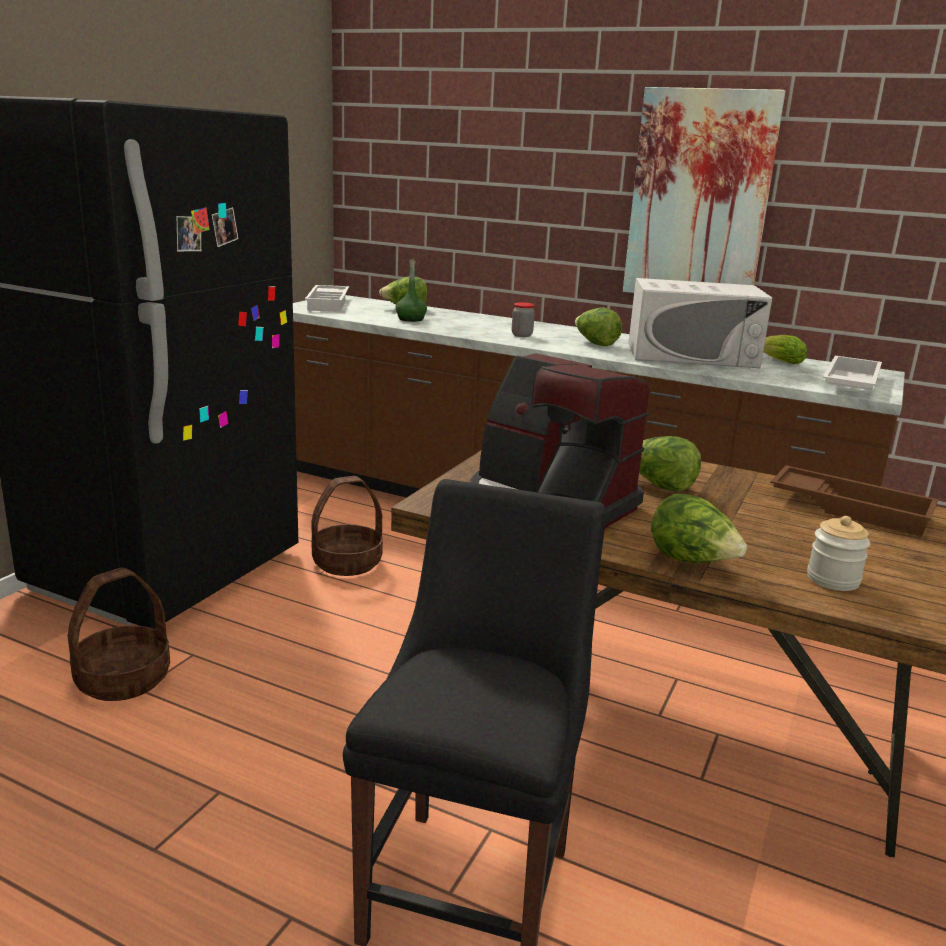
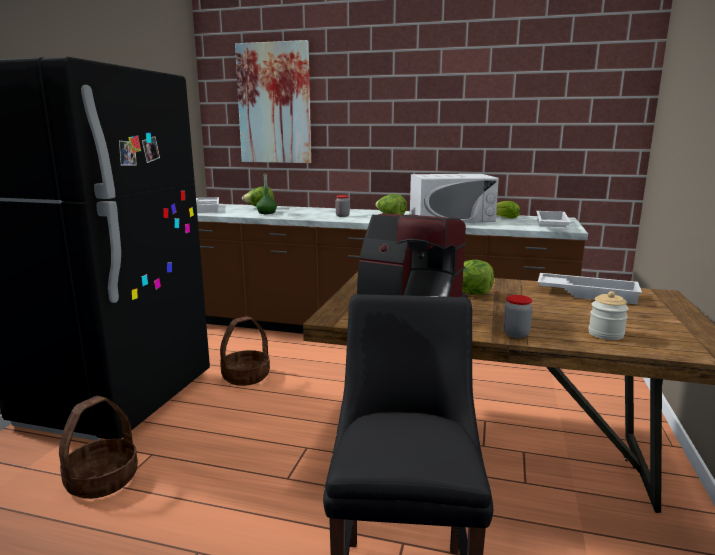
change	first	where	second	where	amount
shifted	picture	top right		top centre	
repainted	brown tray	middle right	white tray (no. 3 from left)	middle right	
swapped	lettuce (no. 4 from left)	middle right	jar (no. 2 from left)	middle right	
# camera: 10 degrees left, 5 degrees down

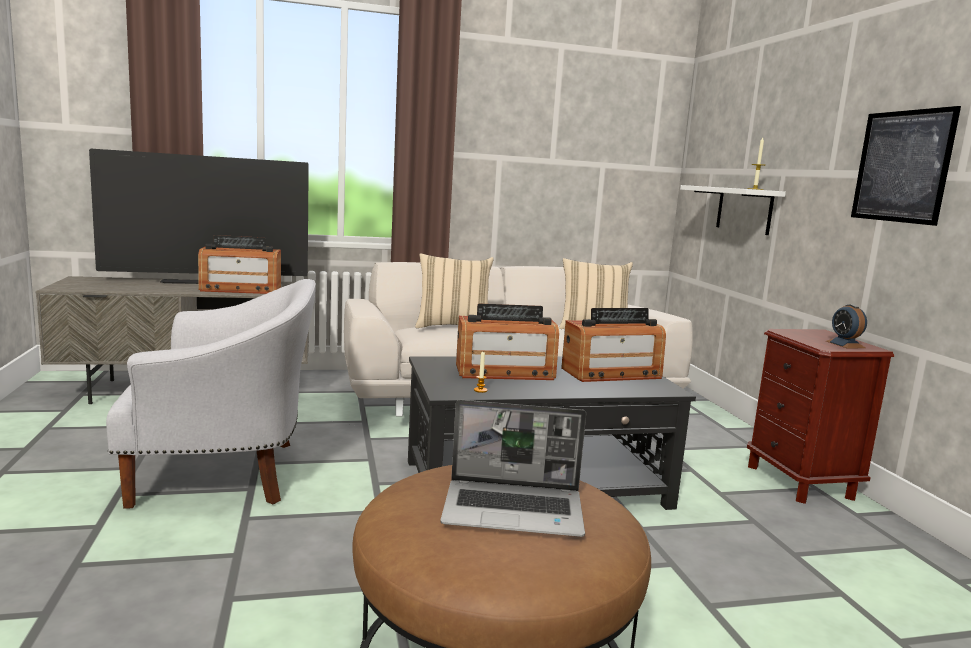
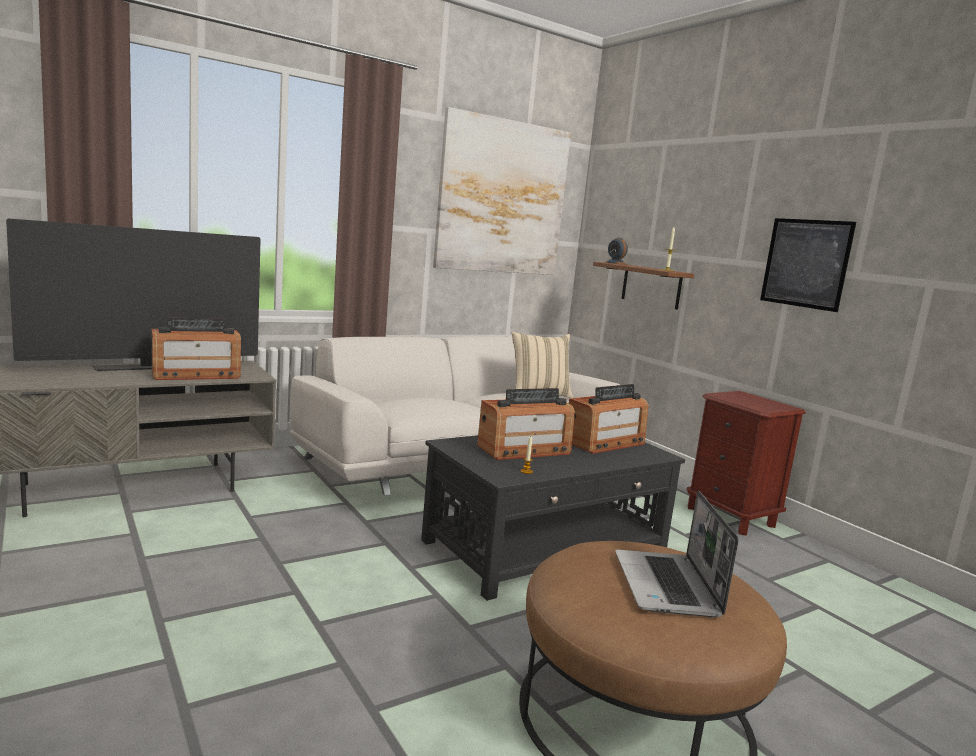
change	first	where	second	where	amount
repainted	white shelf	top right	brown shelf	centre	
gone	beige pillow (no. 1 from left)	centre			
gone	white armchair	middle left			
shifted	alarm clock	middle right		top centre	
rotated	laptop	bottom centre		bottom right	105 degrees clockwise
new			picture (no. 1 from left)	top centre	
# camera: 20 degrees left, 0 degrees up

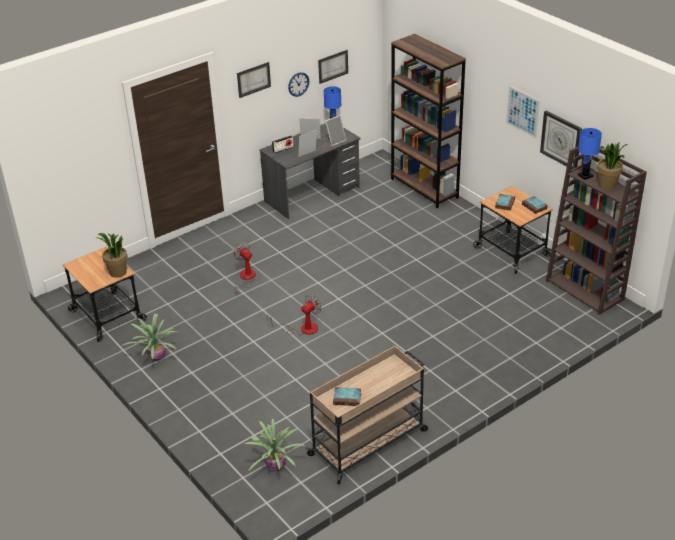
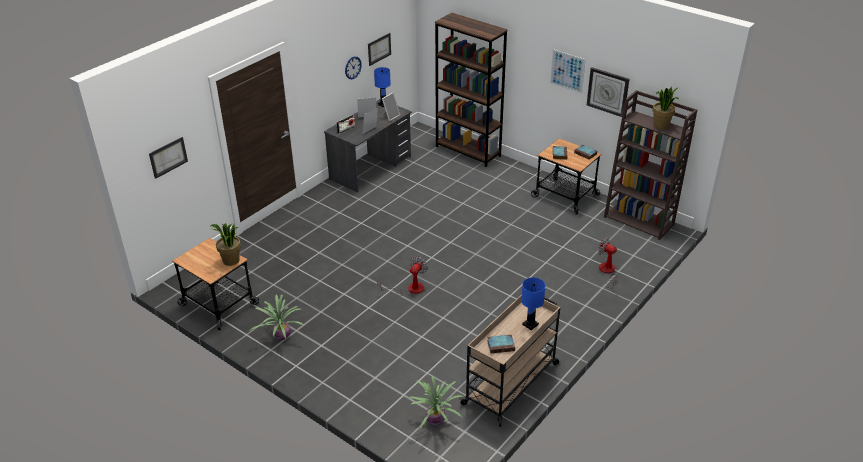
change	first	where	second	where	amount
shifted	picture (no. 1 from left)	top centre		middle left	
shifted	blue table lamp (no. 2 from left)	top right		centre	
shifted	fan (no. 1 from left in the first image)	centre	fan (no. 2 from left)	middle right	
# camera: 15 degrees left, 0 degrees up

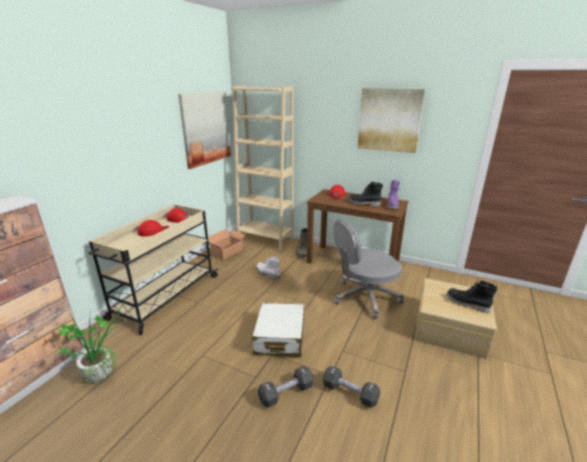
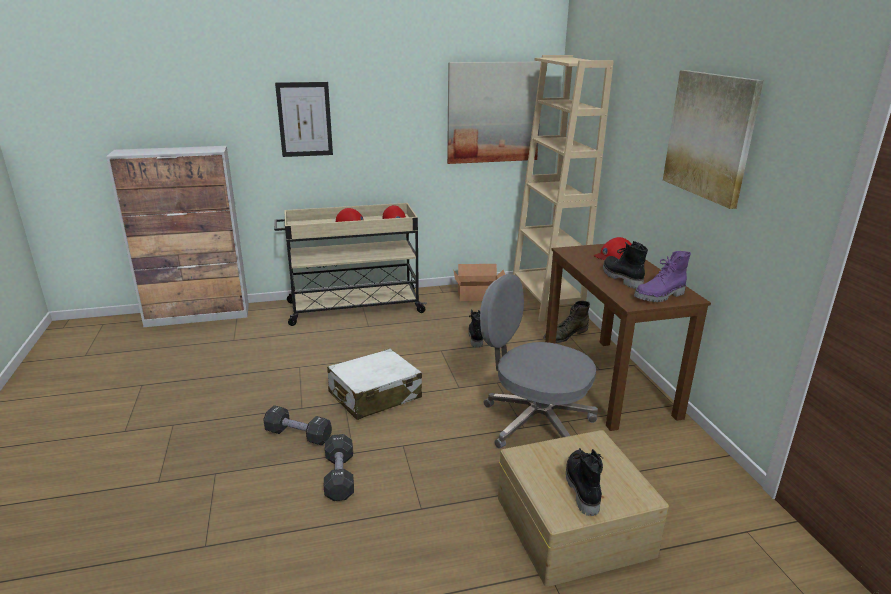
change	first	where	second	where	amount
repainted	white boot	centre	black boot (no. 1 from left)	centre	
gone	potted plant	bottom left			
new			picture (no. 1 from left)	top centre	
# camera: 50 degrees right, 0 degrees up

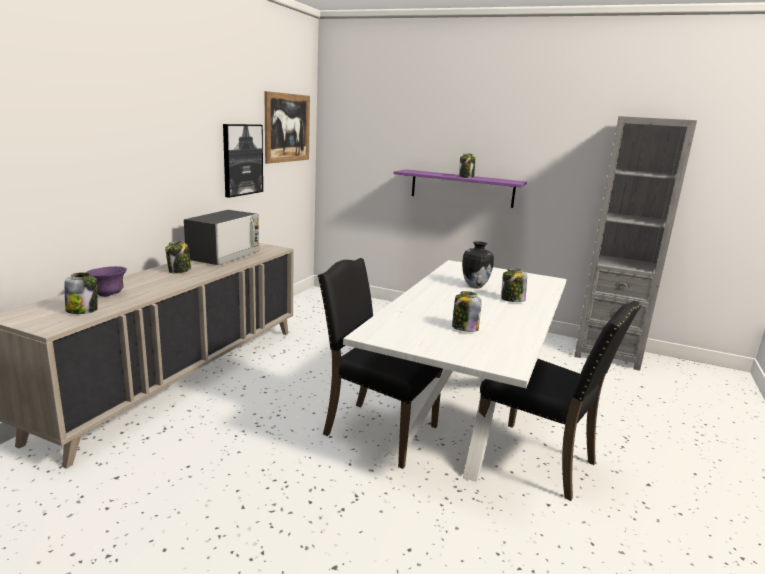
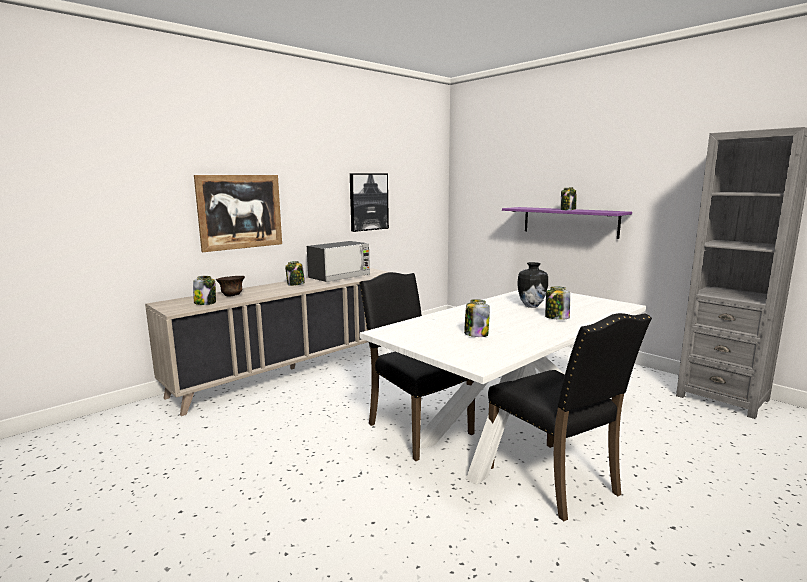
change	first	where	second	where	amount
shifted	picture (no. 2 from left in the first image)	top centre	picture (no. 1 from left)	middle left	
repainted	purple bowl	middle left	brown bowl	middle left	
# camera: 25 degrees right, 5 degrees down

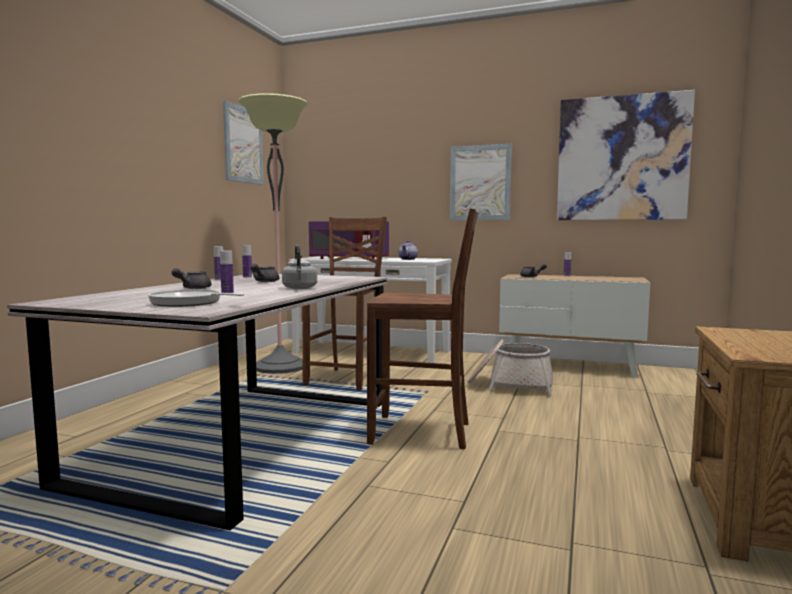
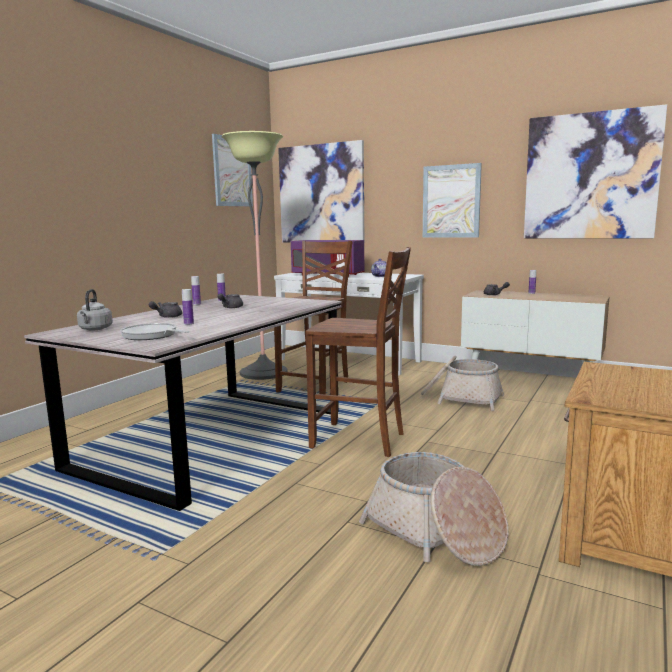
change	first	where	second	where	amount
shifted	grey kettle	centre		middle left	
new			picture (no. 2 from left)	top centre	
new			basket (no. 1 from left)	bottom centre	
# camera: 10 degrees right, 5 degrees up

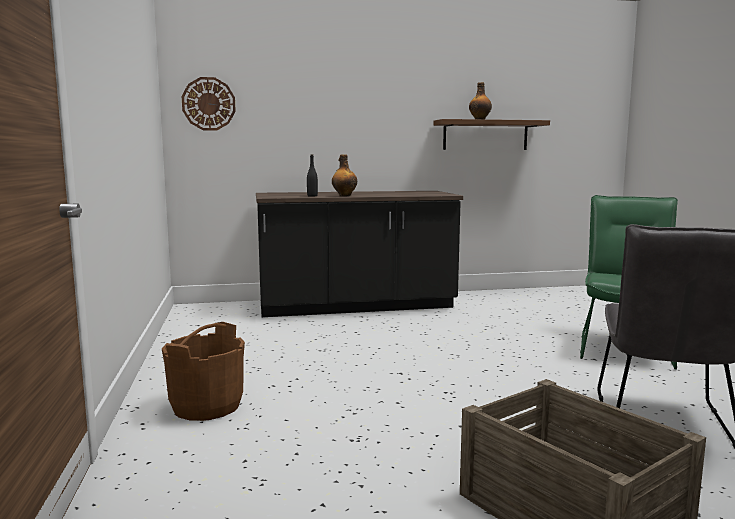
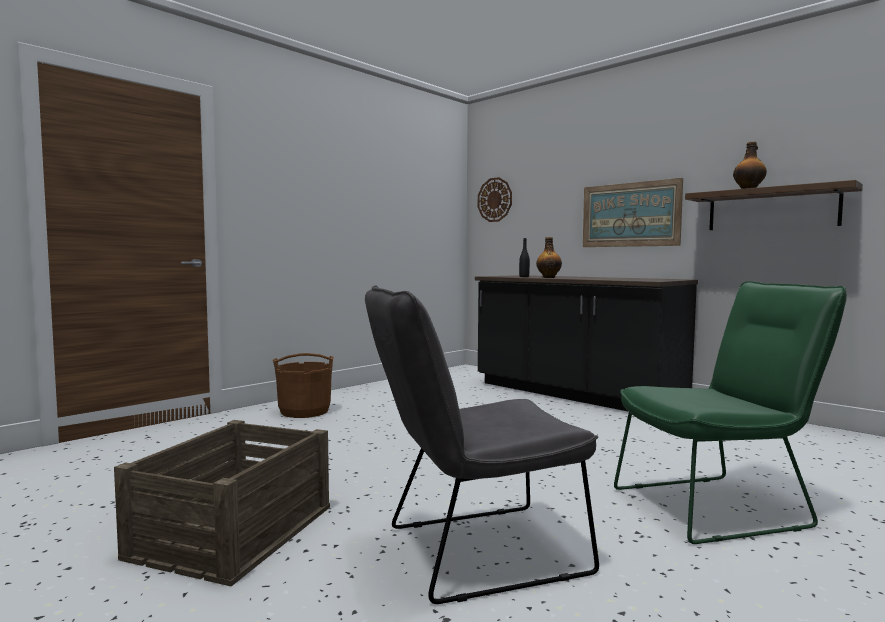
change	first	where	second	where	amount
new			picture	middle right	
# camera: 55 degrees right, 5 degrees down

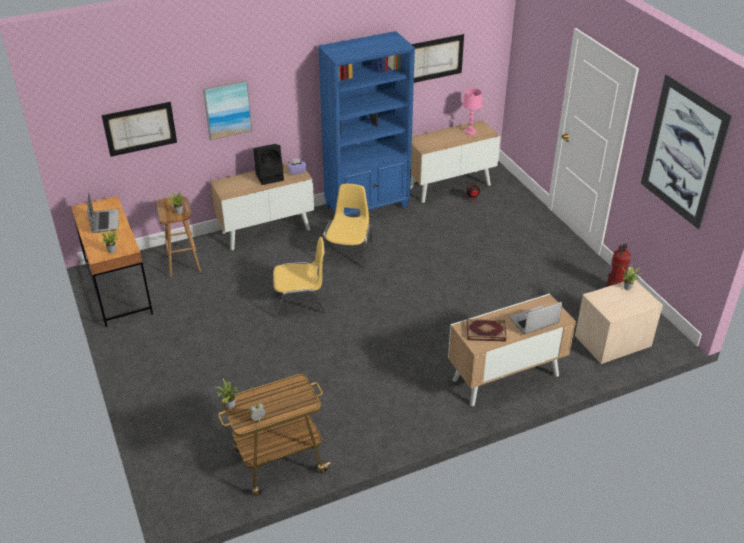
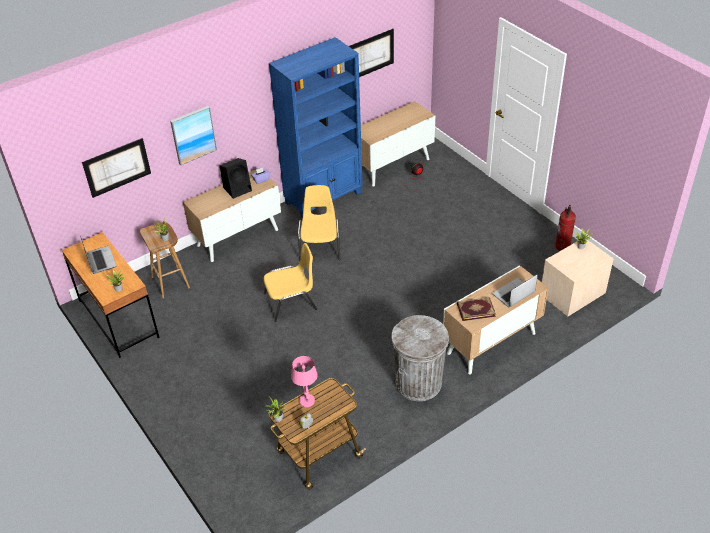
change	first	where	second	where	amount
gone	picture (no. 4 from left)	top right			
shifted	pink table lamp	top centre		bottom centre	
new			grey trash can	bottom centre	
# camera: 10 degrees left, 5 degrees up

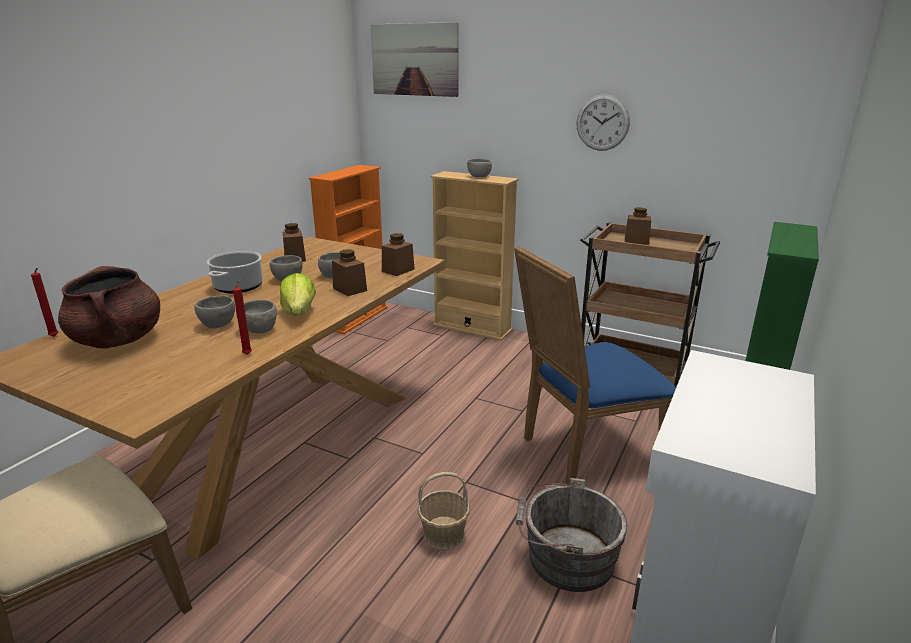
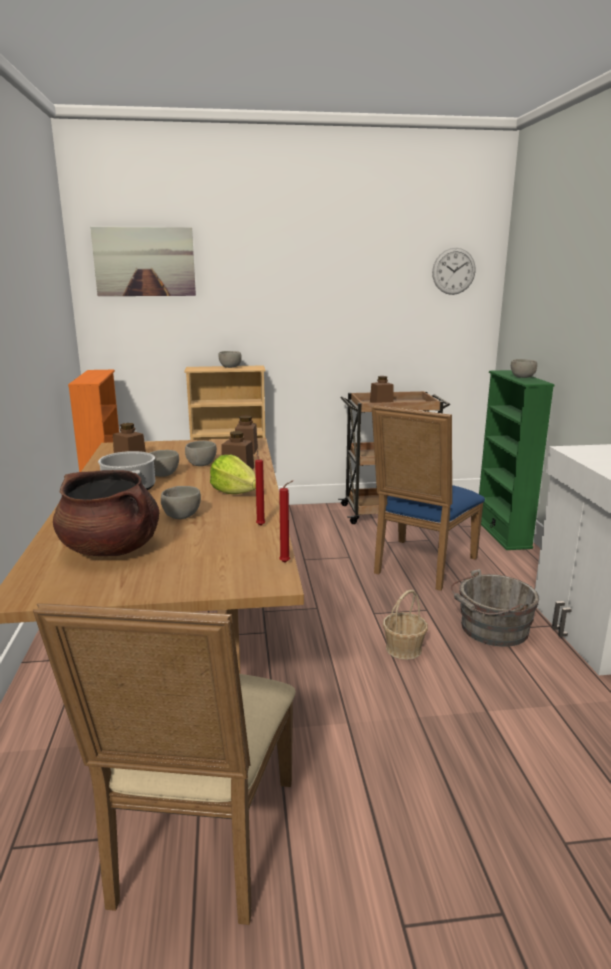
change	first	where	second	where	amount
shifted	wall clock	top centre		top right	
shifted	red candle (no. 1 from left in the first image)	middle left	red candle (no. 2 from left)	centre	
shifted	grey bowl (no. 2 from left in the first image)	middle left	grey bowl (no. 5 from left)	middle right	
# camera: 35 degrees left, 5 degrees down

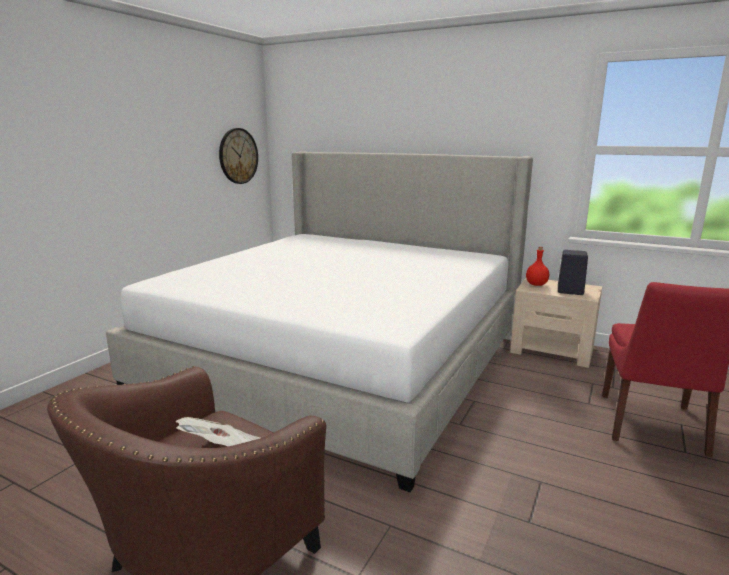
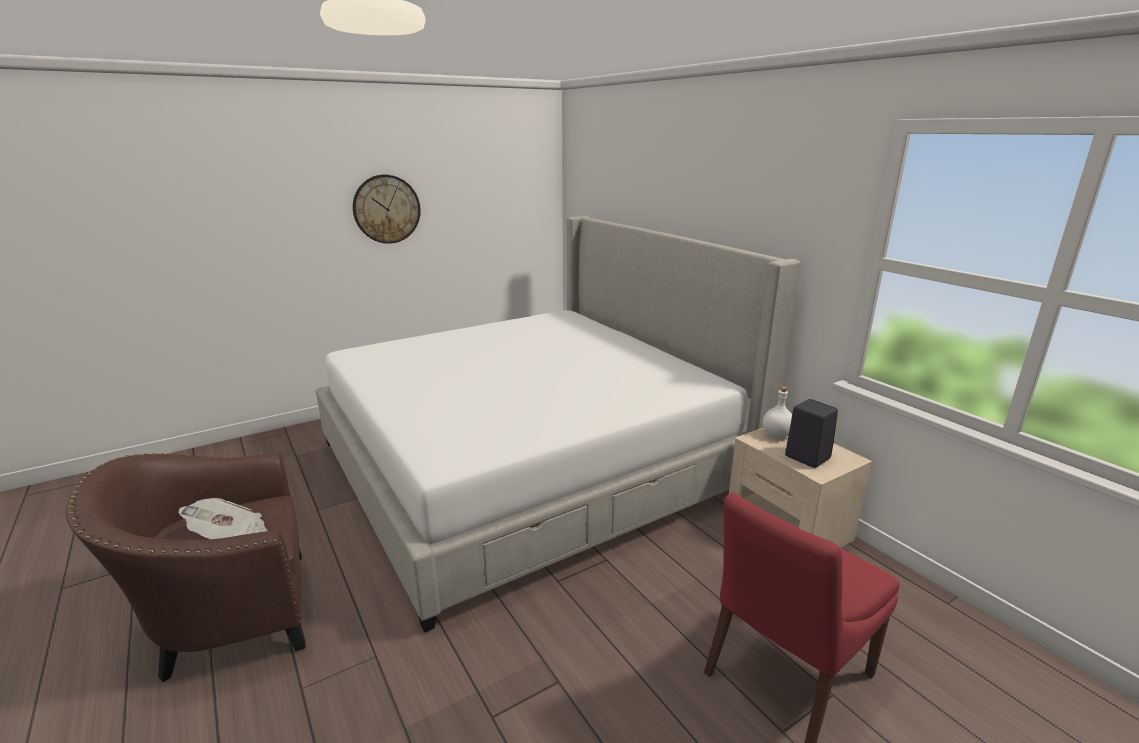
change	first	where	second	where	amount
shifted	wall clock	top left		top centre	
repainted	red bottle	middle right	white bottle	middle right	
# camera: 30 degrees right, 5 degrees up

